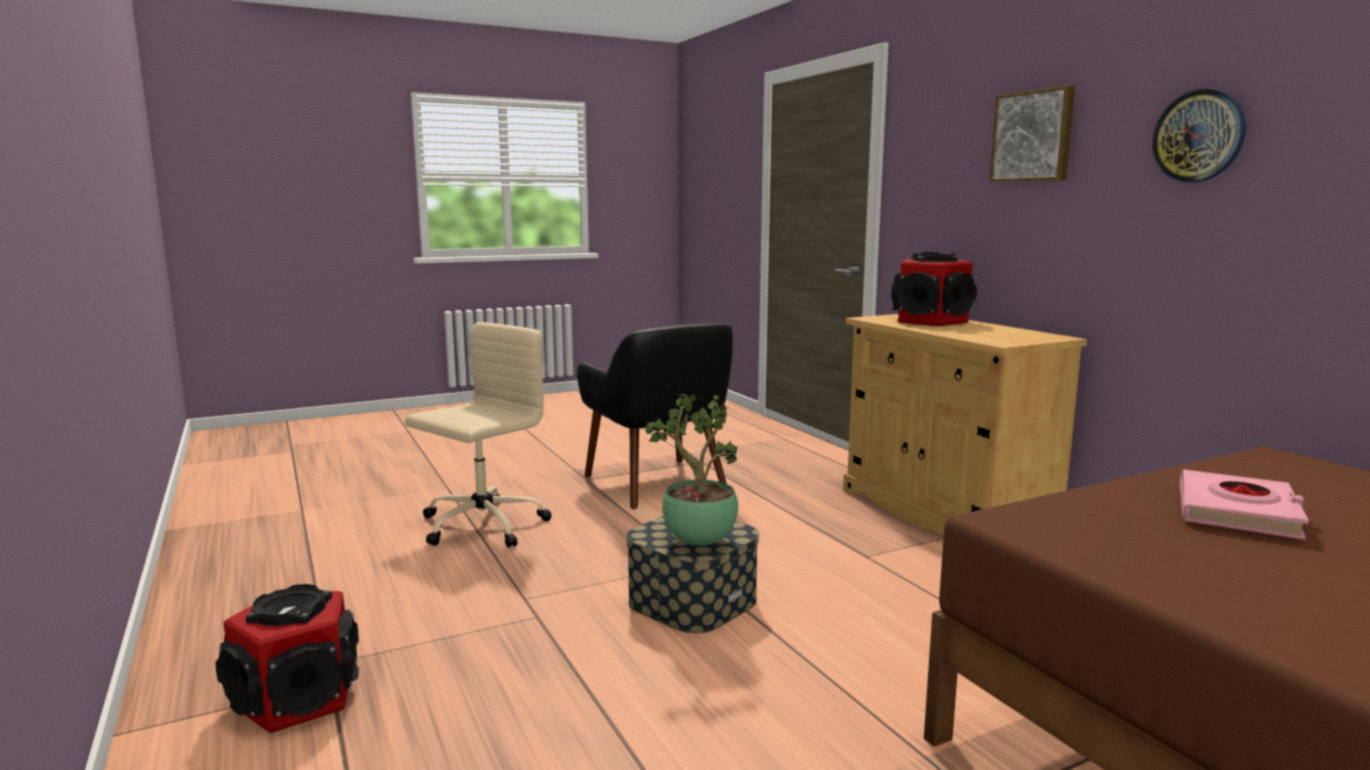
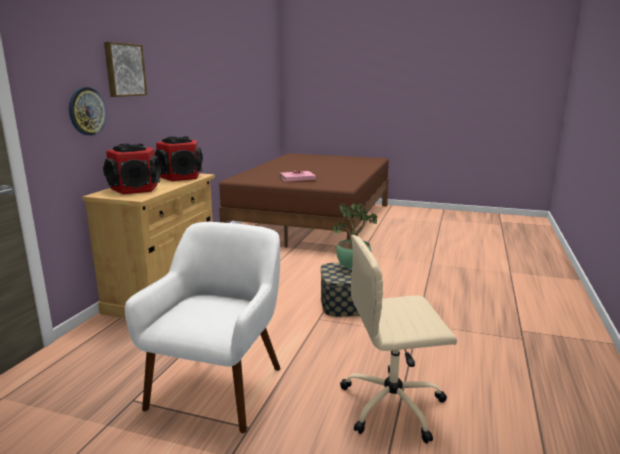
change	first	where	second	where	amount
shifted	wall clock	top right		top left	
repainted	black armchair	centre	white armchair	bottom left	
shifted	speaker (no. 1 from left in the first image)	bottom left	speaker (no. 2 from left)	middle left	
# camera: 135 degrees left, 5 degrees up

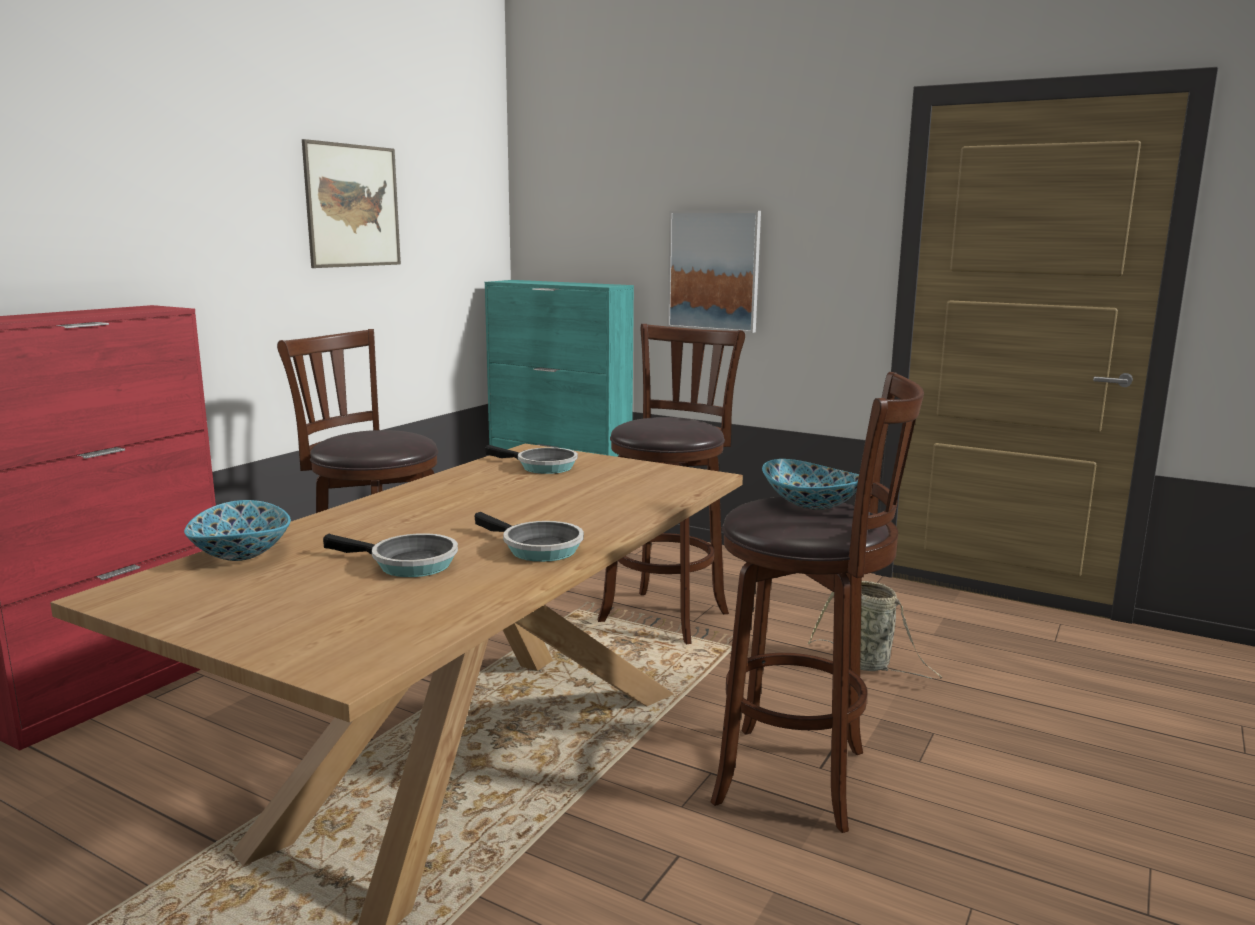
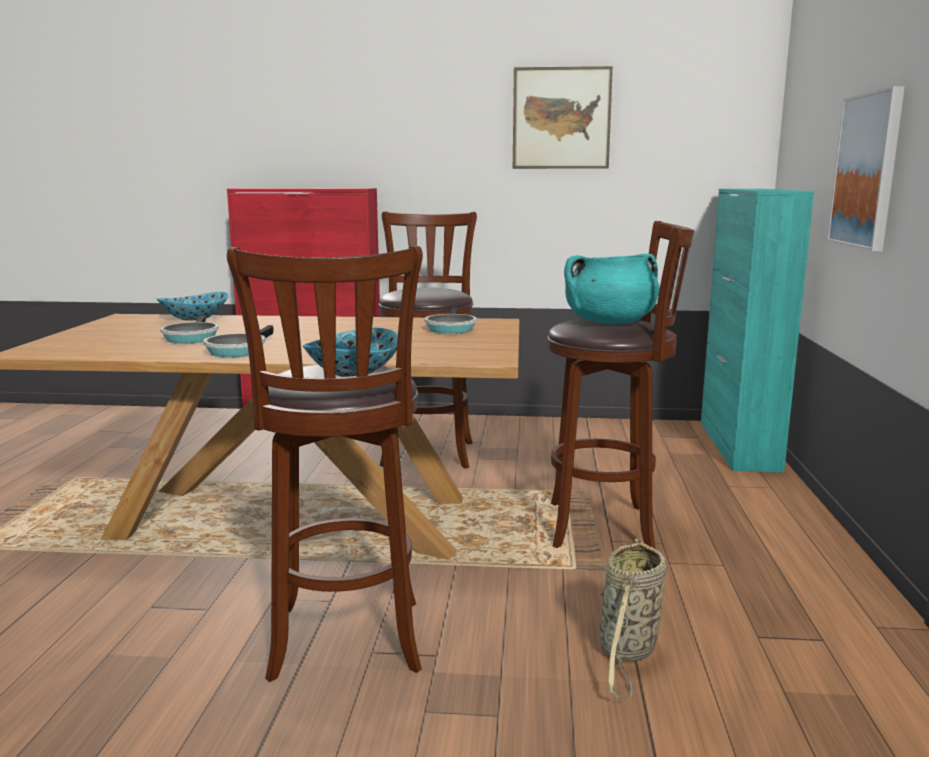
change	first	where	second	where	amount
new			turquoise cooking pot	centre	
# camera: 65 degrees right, 0 degrees up

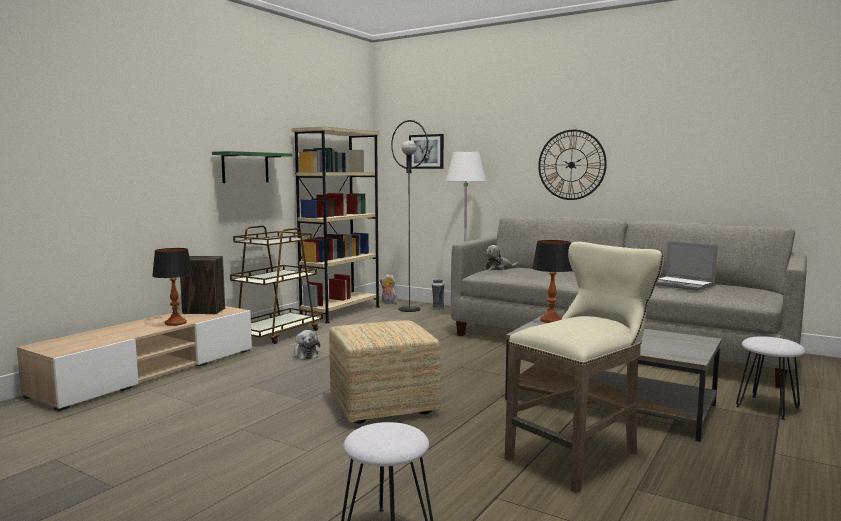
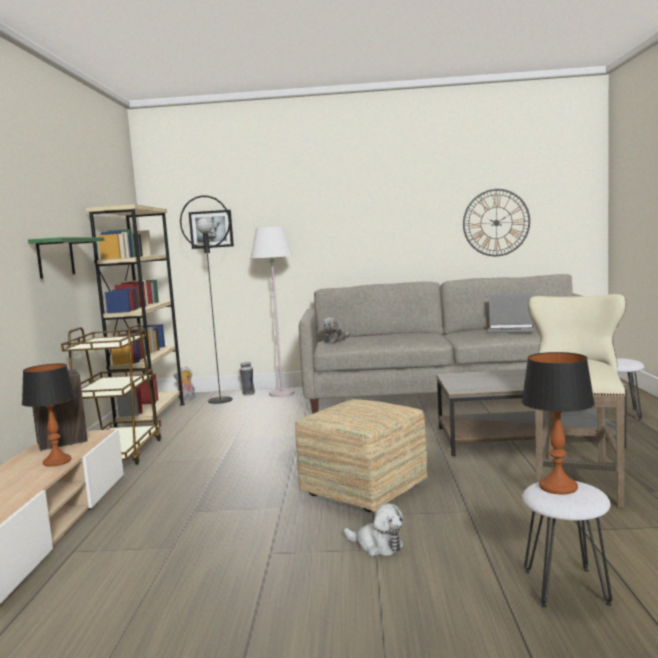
change	first	where	second	where	amount
shifted	wall clock	top right		middle right	
shifted	table lamp (no. 2 from left)	centre		middle right	
shifted	plush toy (no. 1 from left in the first image)	centre	plush toy (no. 3 from left)	bottom centre	
# camera: 30 degrees left, 0 degrees up

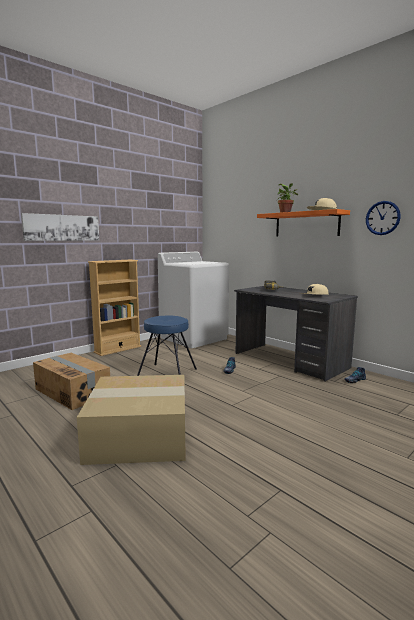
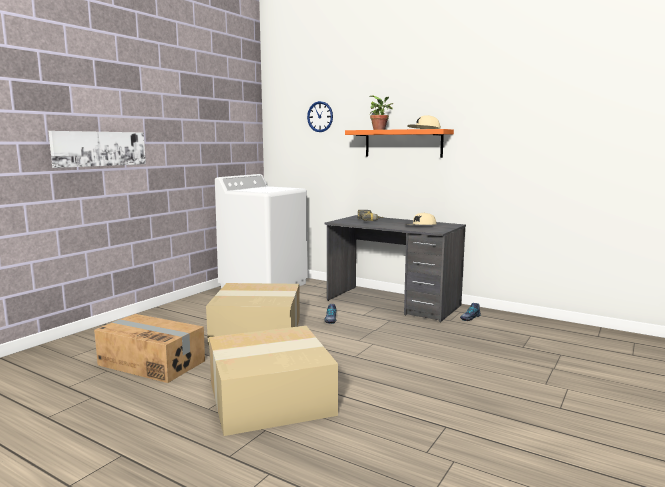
change	first	where	second	where	amount
shifted	wall clock	middle right		top centre	
gone	beige bookcase	middle left			
swapped	blue stool	centre	cardboard box (no. 2 from left)	centre	
# camera: 15 degrees left, 0 degrees up

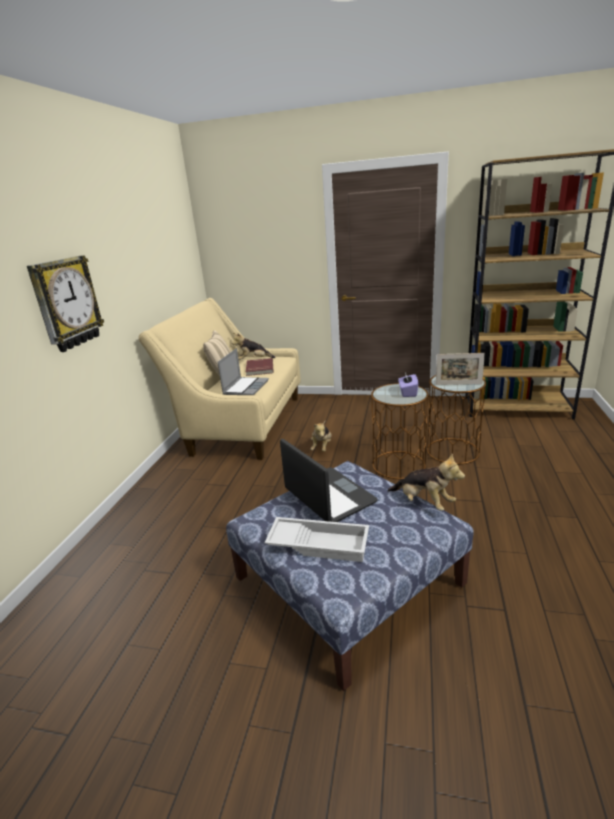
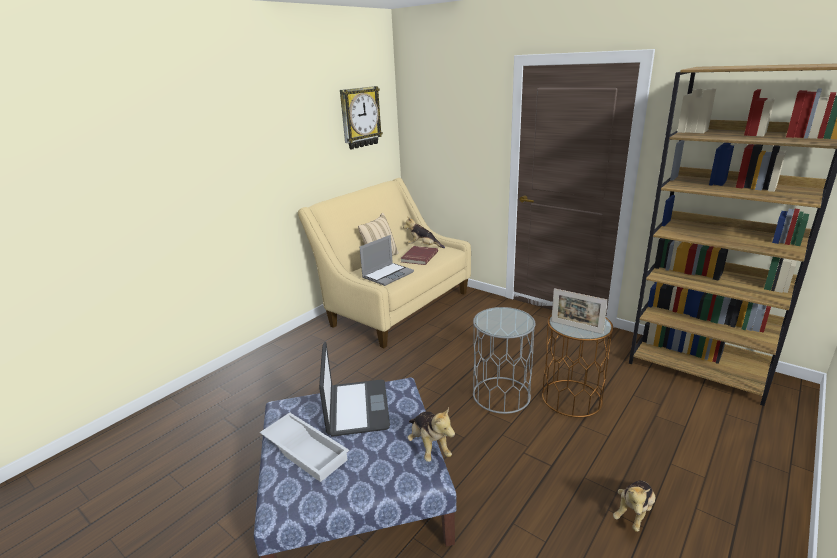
change	first	where	second	where	amount
shifted	wall clock	middle left		top centre	
gone	purple tissue box	centre			
repainted	brown side table (no. 1 from left)	centre	grey side table	centre	
shifted	plush toy (no. 2 from left in the first image)	centre	plush toy (no. 3 from left)	bottom right	
# camera: 25 degrees right, 0 degrees up

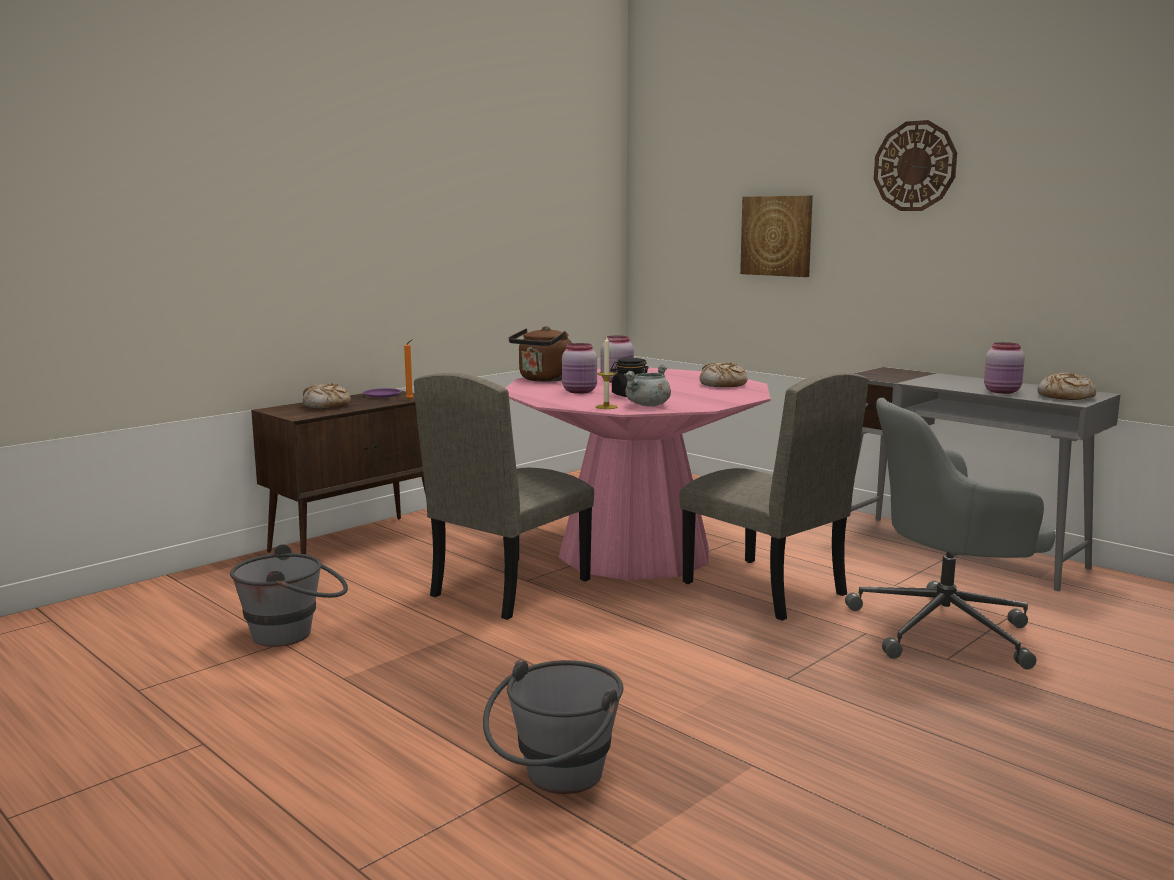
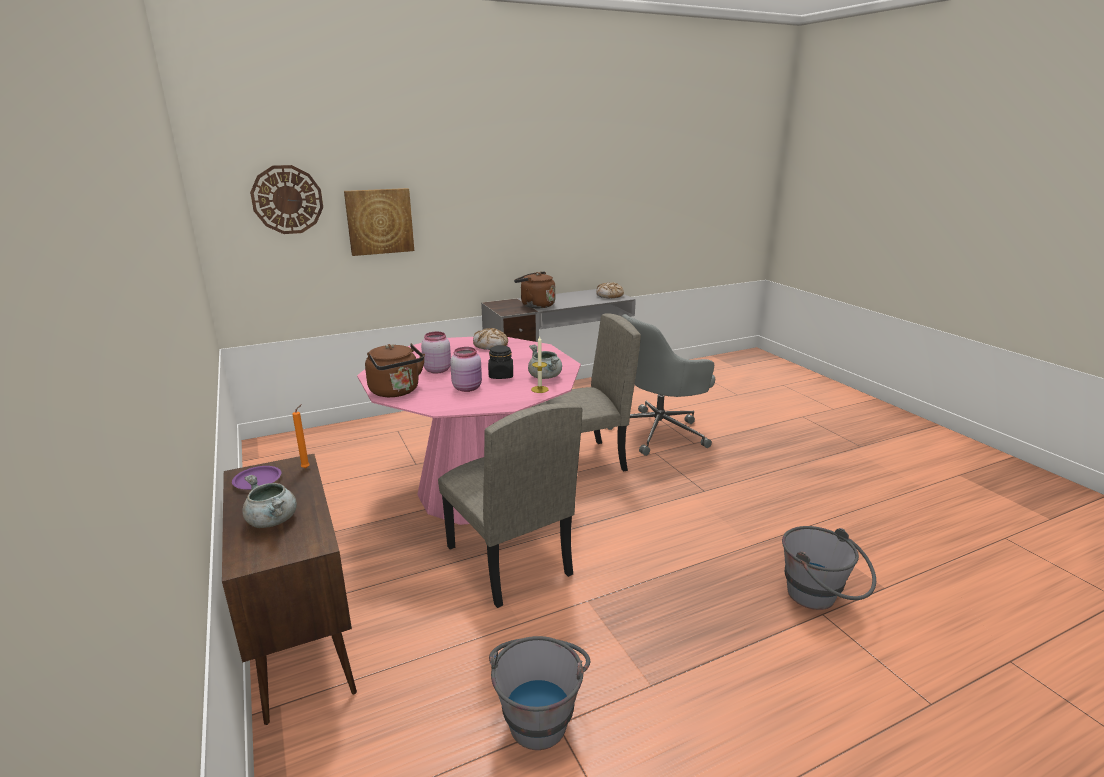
change	first	where	second	where	amount
shifted	wall clock	top right		top left	
gone	pink jar (no. 3 from left)	middle right			
swapped	bread (no. 1 from left)	middle left	grey cooking pot (no. 1 from left)	middle left	
rotated	grey office chair	middle right		centre	45 degrees clockwise
new			brown kettle (no. 2 from left)	centre	
# camera: 70 degrees left, 10 degrees up

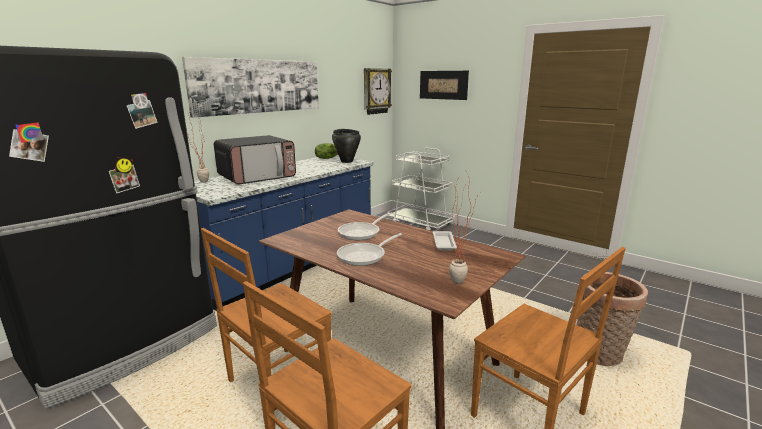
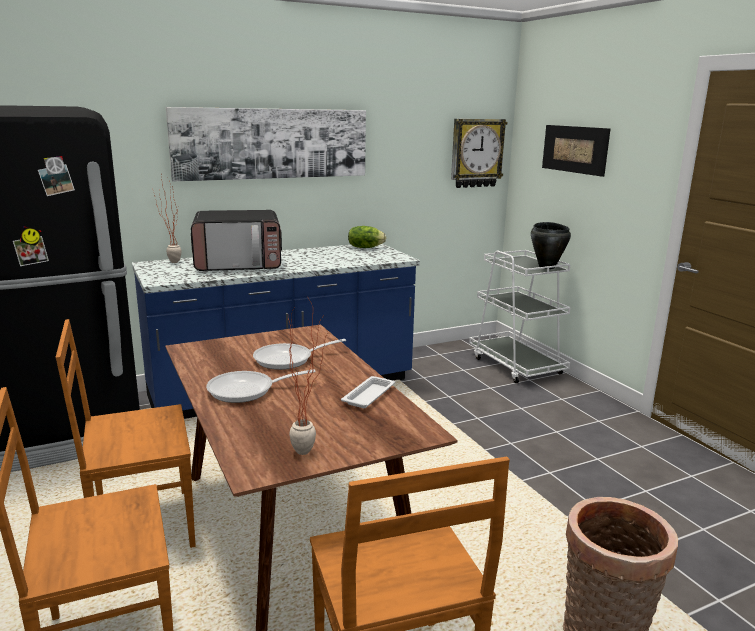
change	first	where	second	where	amount
shifted	black cooking pot	centre		middle right	
# camera: 25 degrees right, 0 degrees up

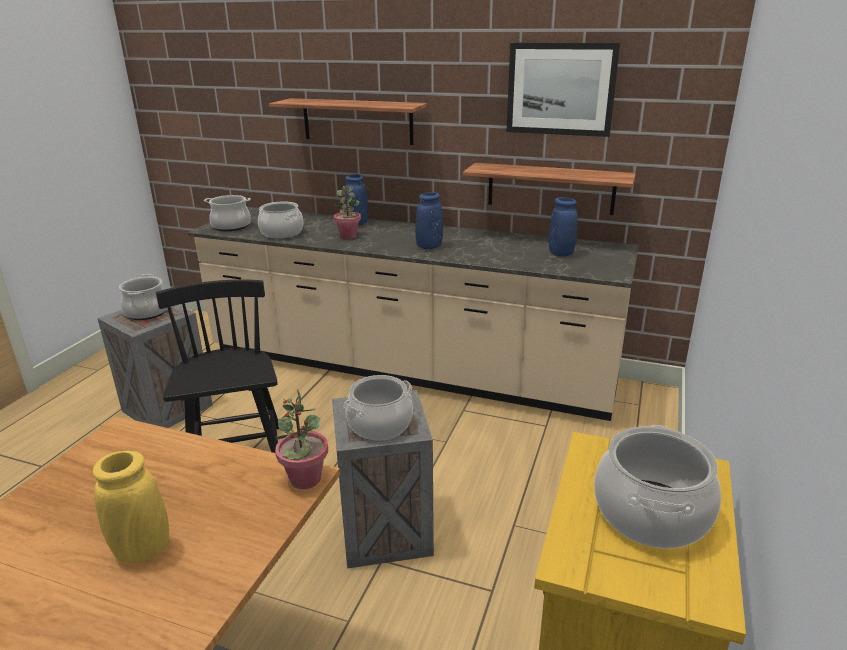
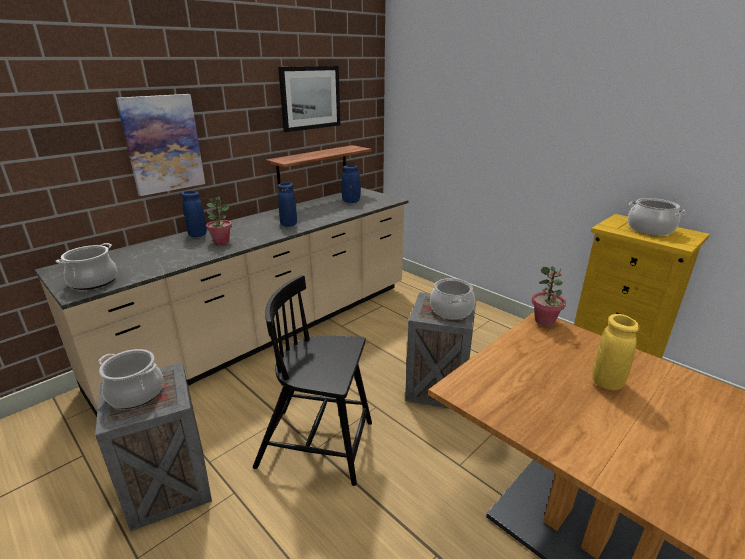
change	first	where	second	where	amount
swapped	shelf (no. 1 from left)	top centre	picture (no. 1 from left)	top left	
gone	cooking pot (no. 3 from left)	middle left			
# camera: 65 degrees left, 0 degrees up

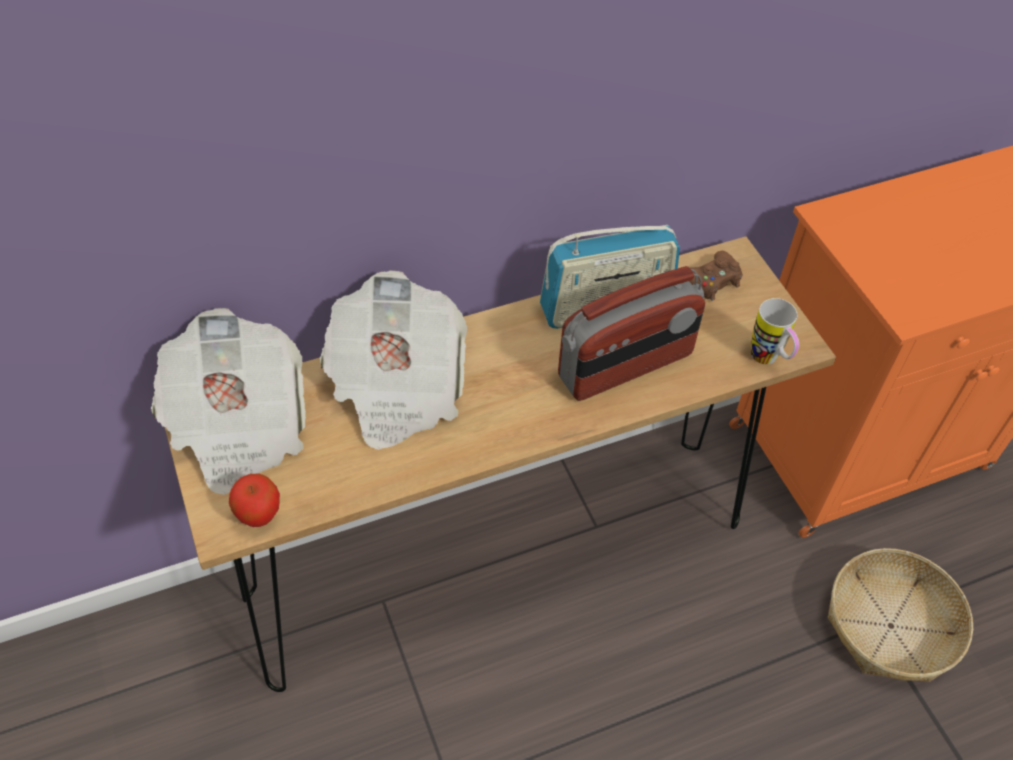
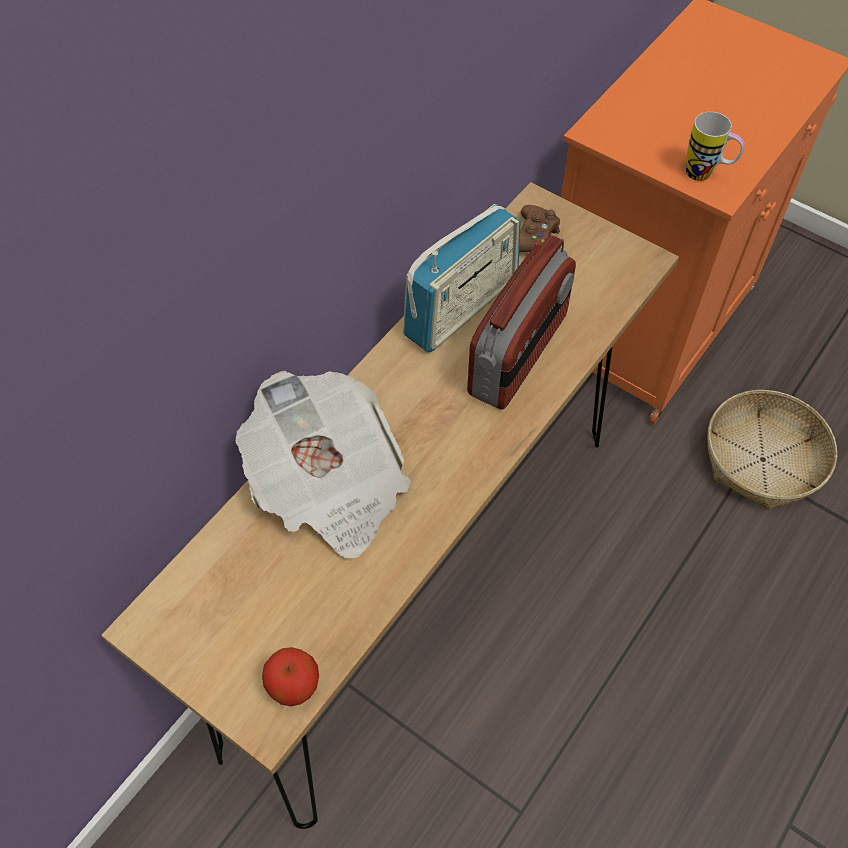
change	first	where	second	where	amount
shifted	mug	middle right		top right	
gone	newspaper (no. 1 from left)	middle left			
# camera: 30 degrees left, 5 degrees up

